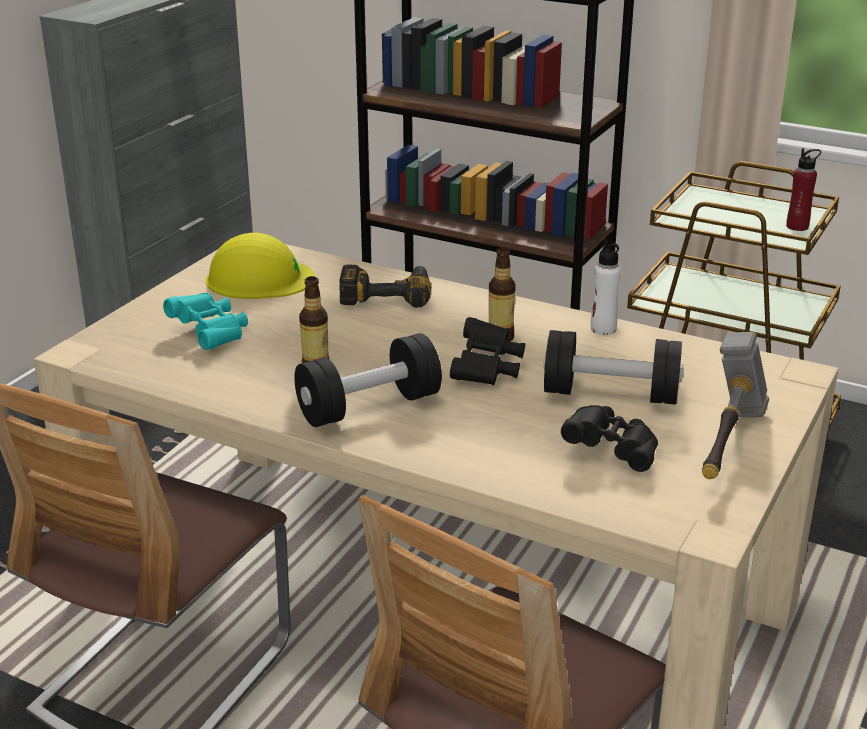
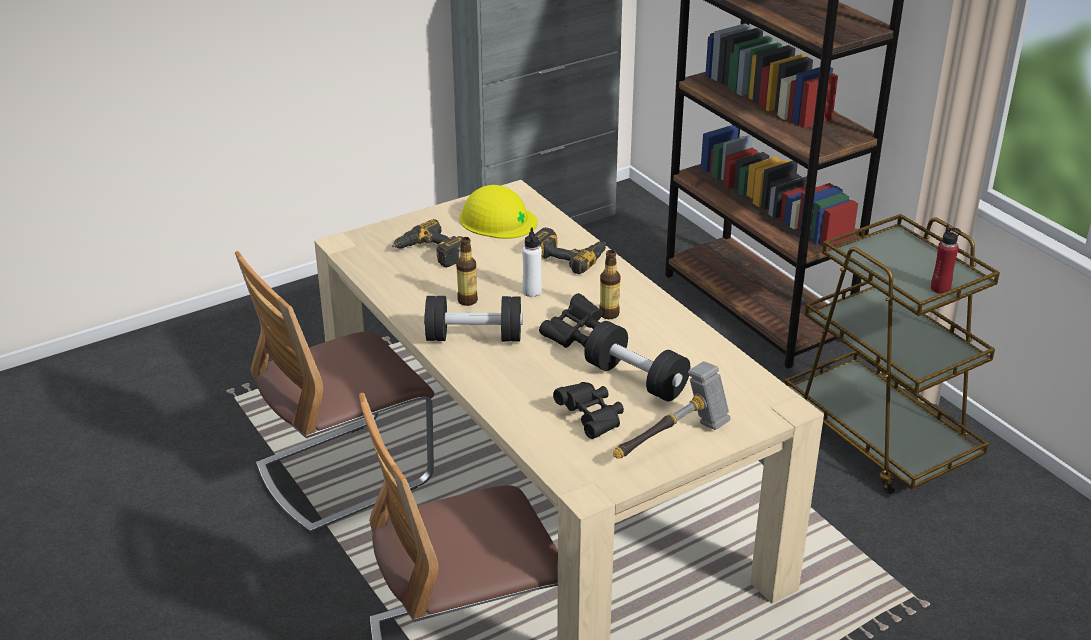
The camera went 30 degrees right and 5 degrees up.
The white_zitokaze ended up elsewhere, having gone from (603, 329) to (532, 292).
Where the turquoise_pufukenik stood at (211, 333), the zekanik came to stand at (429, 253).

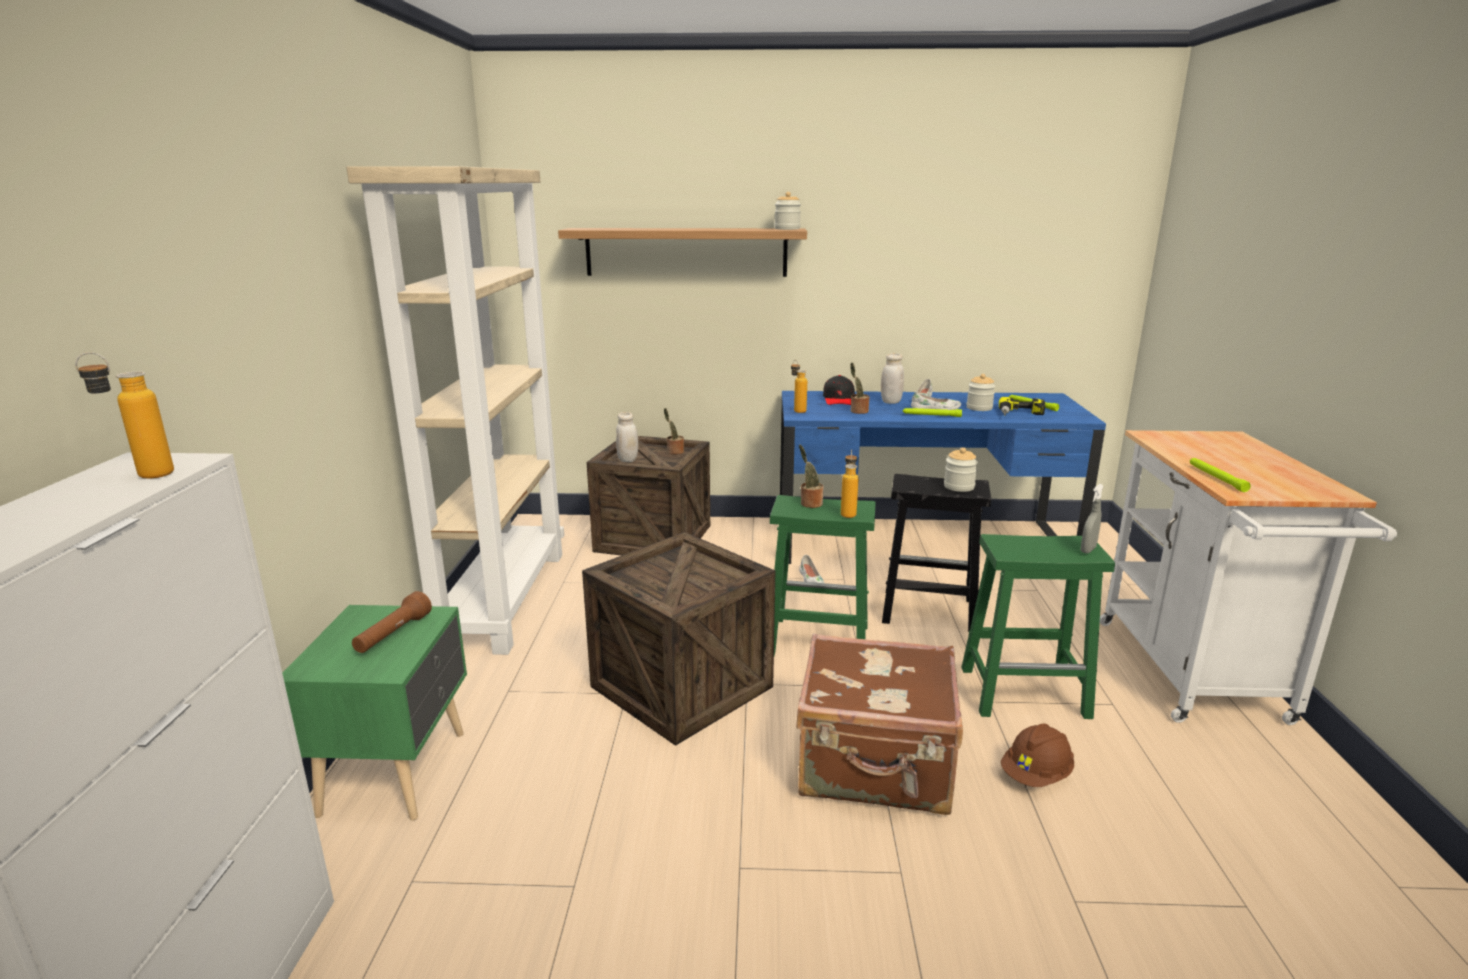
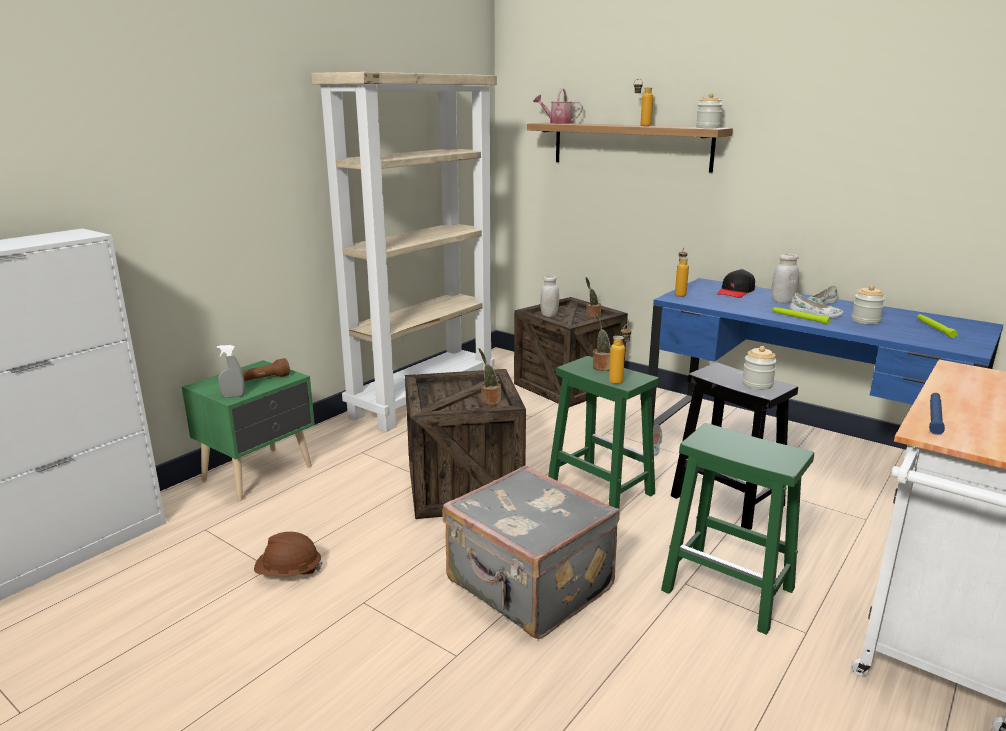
The camera went 35 degrees right and 0 degrees up.
The second view lost the zekanik at (1020, 414).
The second view gained the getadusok at (557, 123).
The zitokaze ended up elsewhere, having gone from (141, 475) to (641, 125).
The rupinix ended up elsewhere, having gone from (858, 411) to (489, 401).
The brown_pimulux ended up elsewhere, having gone from (1036, 775) to (289, 573).
The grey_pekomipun ended up elsewhere, having gone from (1088, 550) to (233, 396).
What was the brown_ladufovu at (875, 766) turned into the grey_ladufovu at (528, 587).
What was the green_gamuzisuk at (1215, 478) turned into the blue_gamuzisuk at (934, 416).

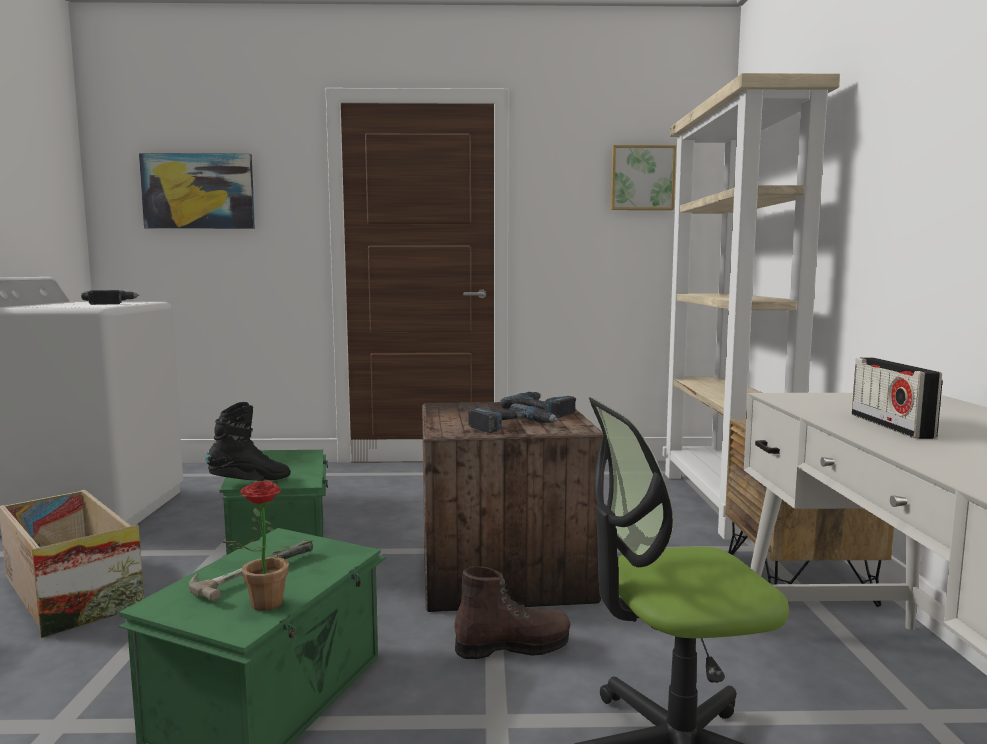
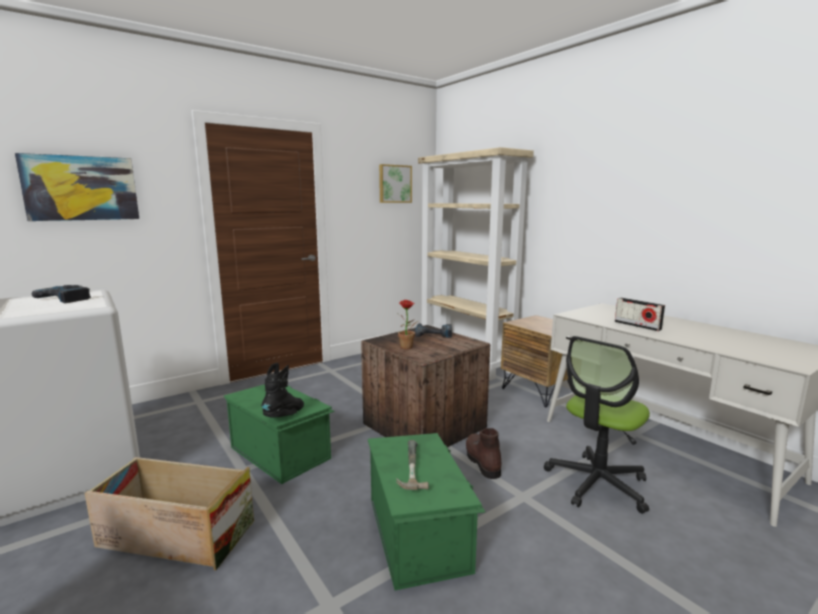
The camera went 35 degrees left and 5 degrees up.
The second view lost the zekanik at (512, 426).
The rupinix ended up elsewhere, having gone from (264, 607) to (408, 348).
The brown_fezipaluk at (513, 646) ended up facing another way, 60 degrees counterclockwise from before.

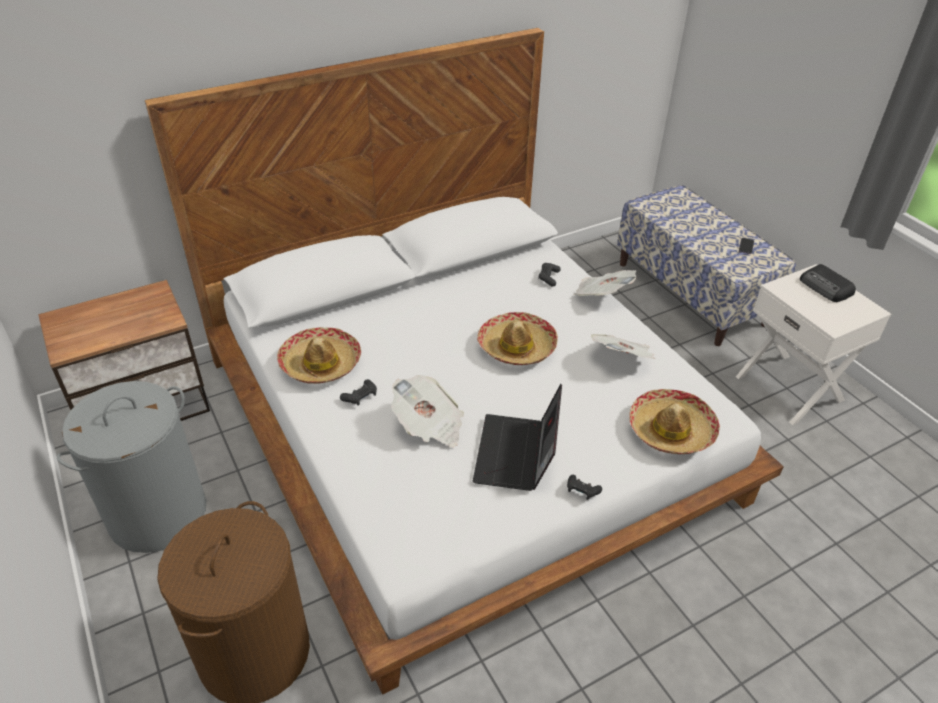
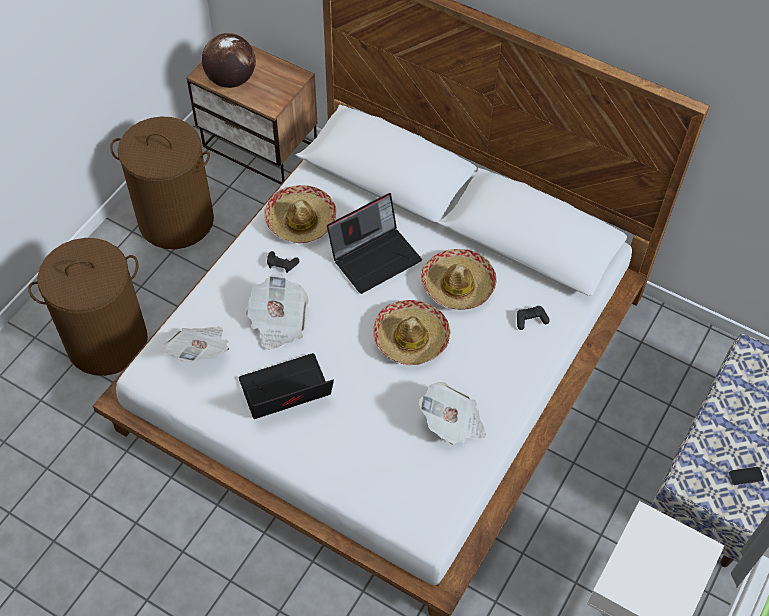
The camera went 60 degrees right and 15 degrees up.
The second view lost the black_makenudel at (581, 492).
The second view lost the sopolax at (826, 287).
The second view gained the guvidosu at (231, 80).
The second view gained the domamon at (375, 256).
The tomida ended up elsewhere, having gone from (602, 295) to (201, 352).
The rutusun ended up elsewhere, having gone from (671, 430) to (458, 285).
What was the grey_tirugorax at (158, 514) turned into the brown_tirugorax at (176, 220).

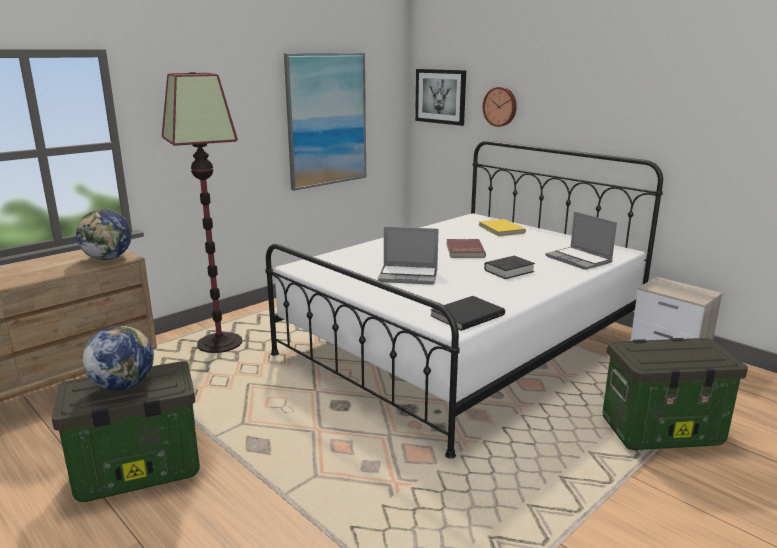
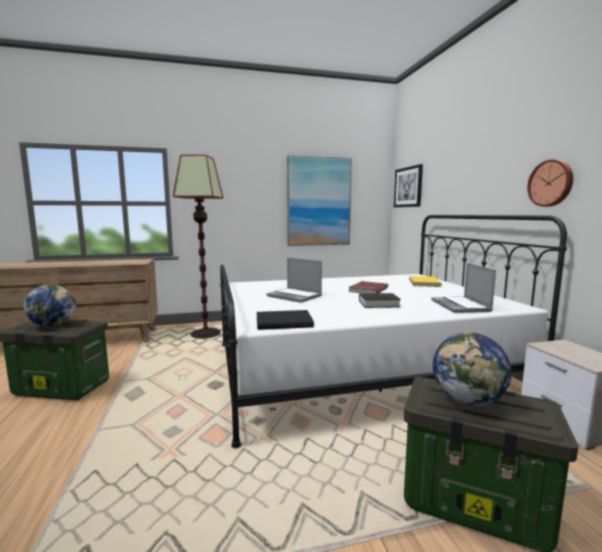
The camera went 30 degrees right and 10 degrees down.
The guvidosu ended up elsewhere, having gone from (108, 258) to (468, 401).
The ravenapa ended up elsewhere, having gone from (500, 106) to (551, 183).

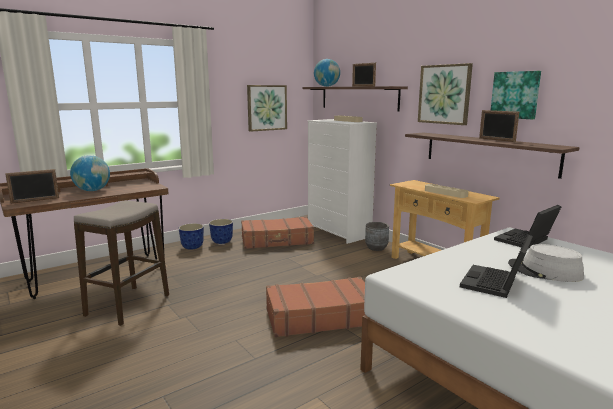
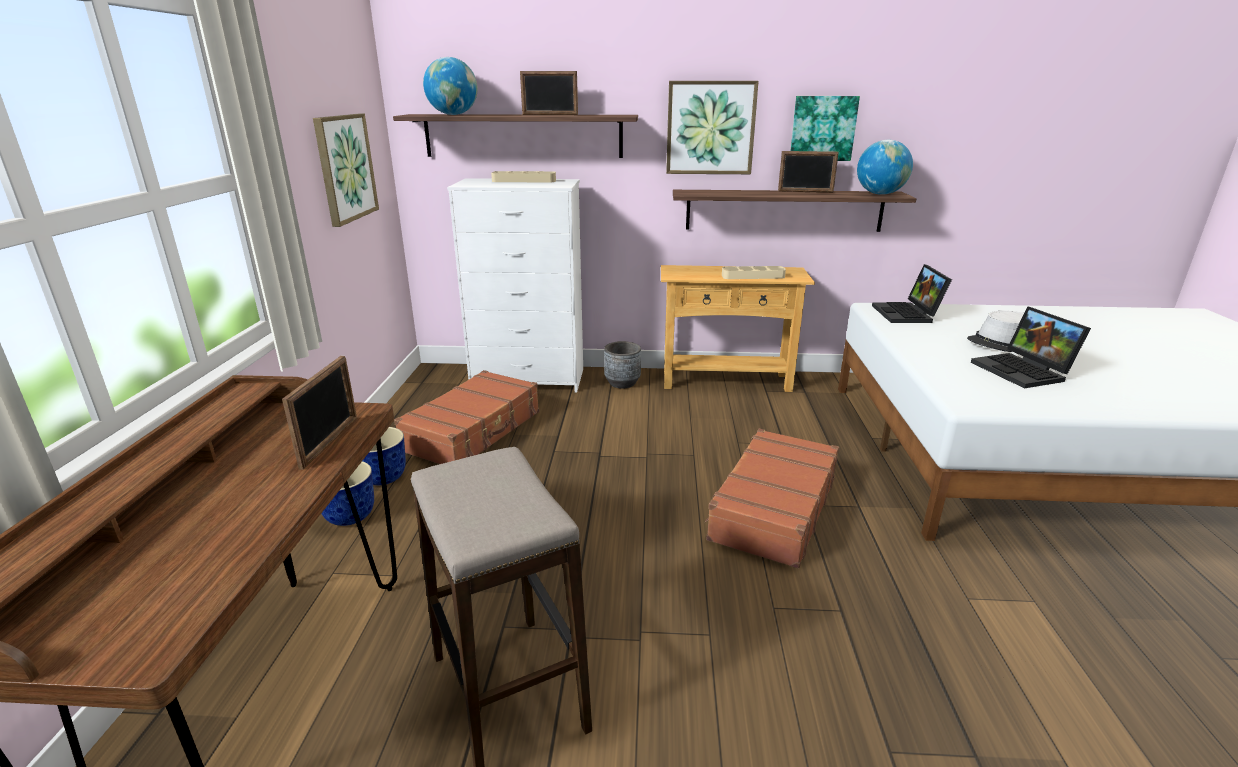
The camera went 50 degrees left and 10 degrees up.
The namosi ended up elsewhere, having gone from (35, 200) to (330, 442).
The guvidosu ended up elsewhere, having gone from (92, 190) to (880, 194).

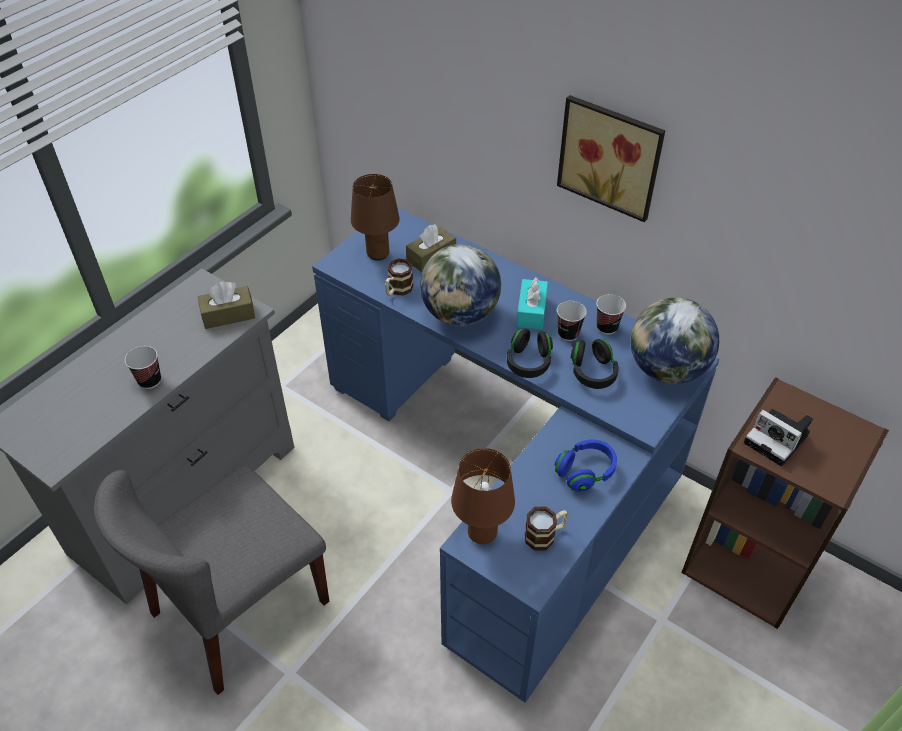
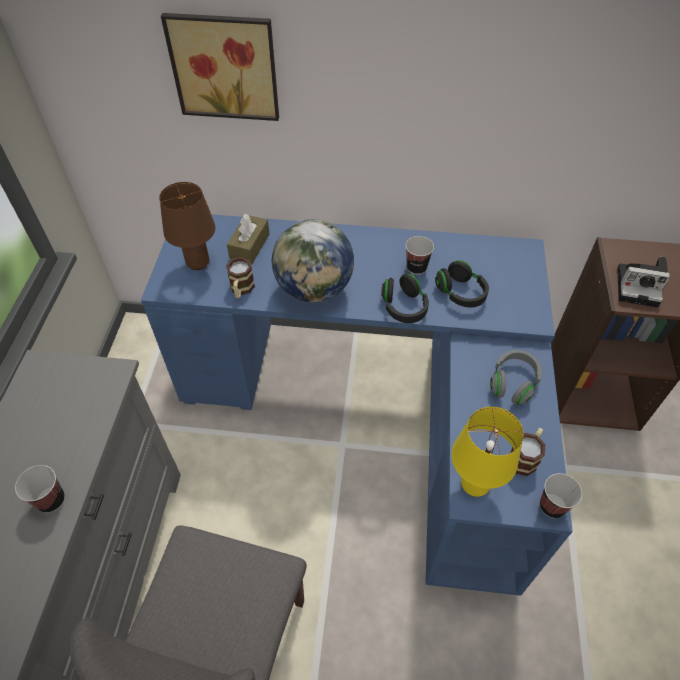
The camera went 30 degrees left and 5 degrees up.
The second view lost the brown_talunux at (228, 315).
The second view lost the turquoise_talunux at (531, 311).
The second view lost the guvidosu at (666, 370).
The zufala ended up elsewhere, having gone from (611, 156) to (225, 65).
The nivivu ended up elsewhere, having gone from (607, 327) to (552, 506).
What was the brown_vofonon at (481, 534) turned into the yellow_vofonon at (474, 485).
What was the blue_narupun at (585, 472) turned into the grey_narupun at (513, 383).

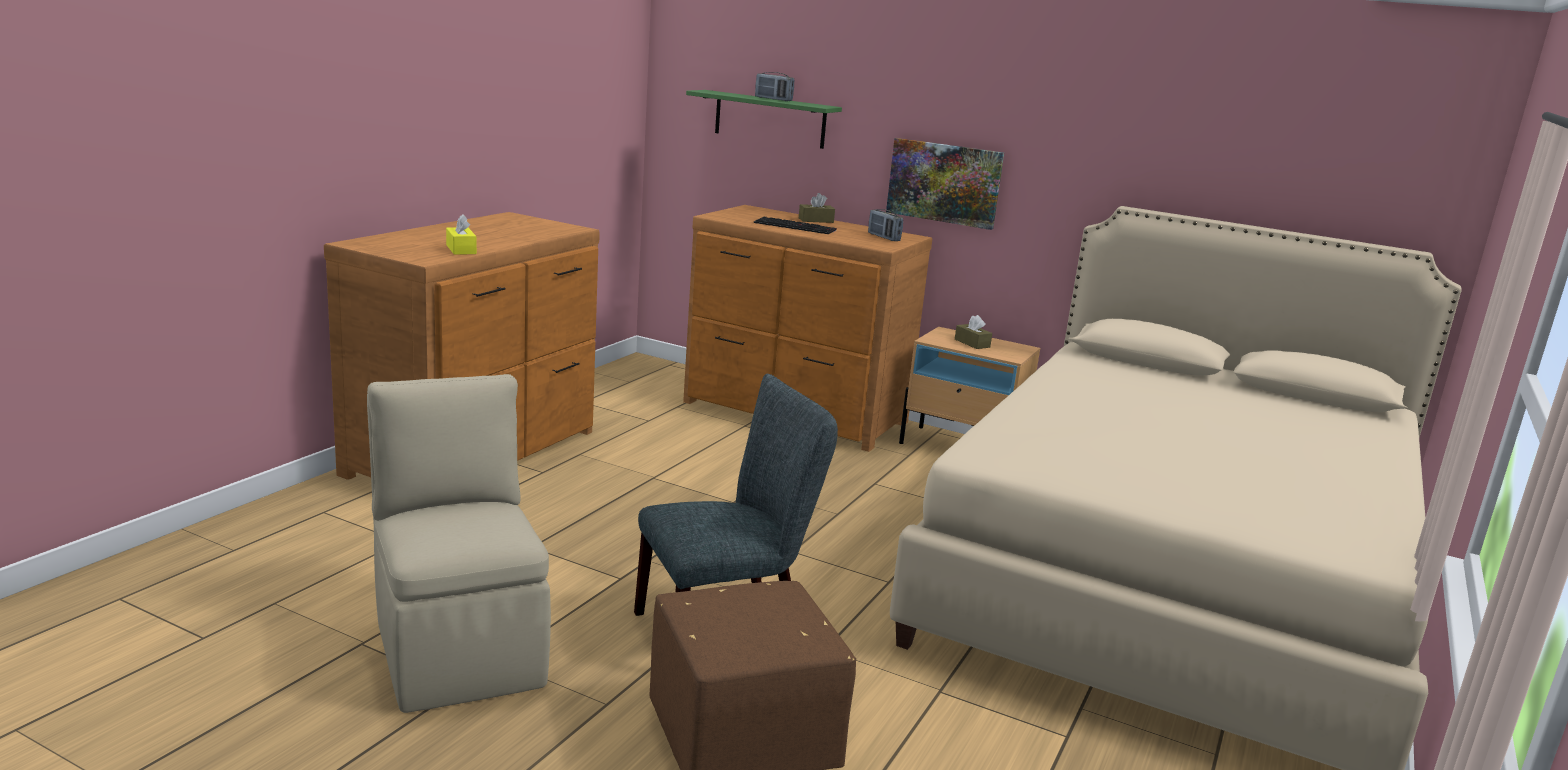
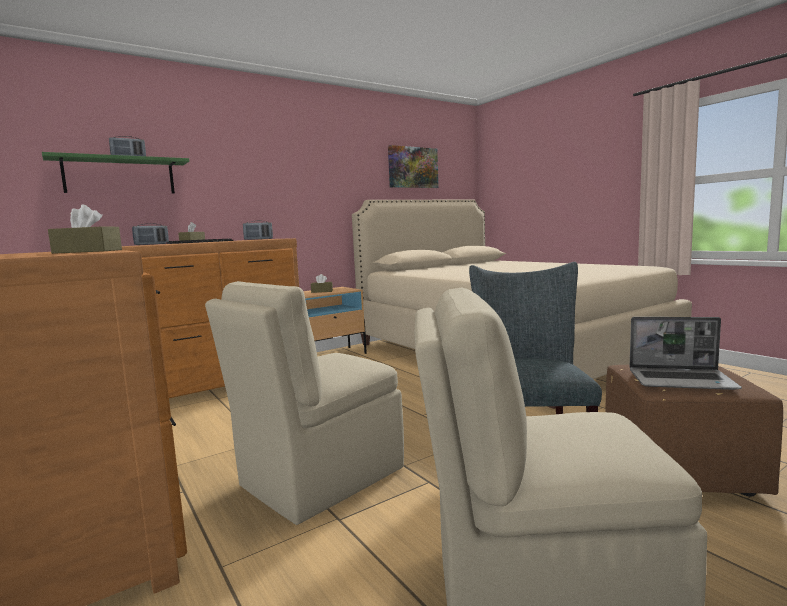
The camera went 60 degrees left and 10 degrees down.
The second view gained the sopolax at (151, 244).
The second view gained the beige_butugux at (318, 478).
The second view gained the domamon at (682, 380).
The zufala ended up elsewhere, having gone from (944, 182) to (413, 167).
What was the yellow_talunux at (461, 249) turned into the brown_talunux at (87, 251).

